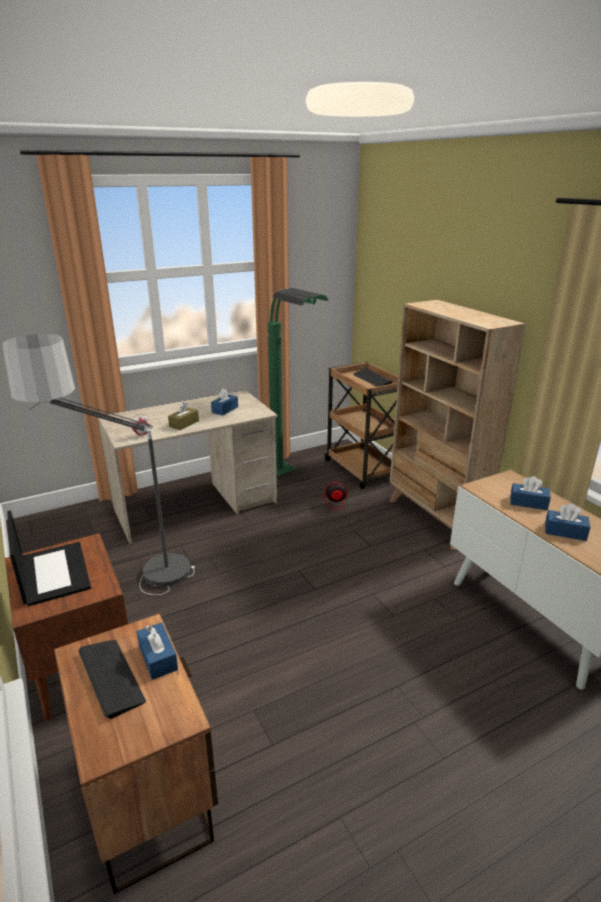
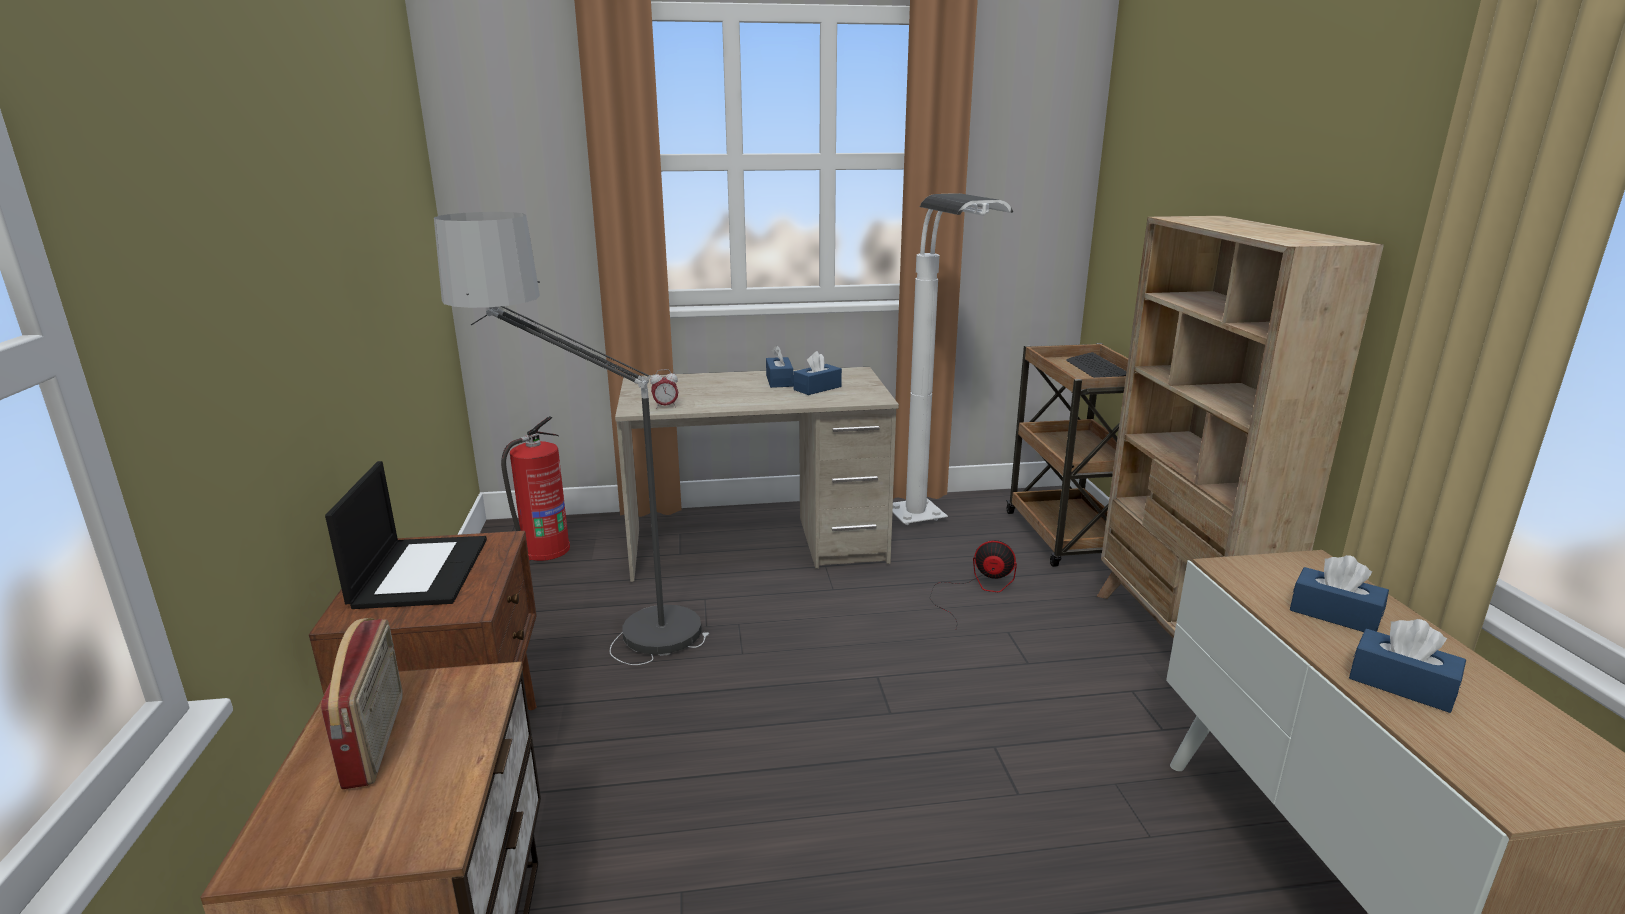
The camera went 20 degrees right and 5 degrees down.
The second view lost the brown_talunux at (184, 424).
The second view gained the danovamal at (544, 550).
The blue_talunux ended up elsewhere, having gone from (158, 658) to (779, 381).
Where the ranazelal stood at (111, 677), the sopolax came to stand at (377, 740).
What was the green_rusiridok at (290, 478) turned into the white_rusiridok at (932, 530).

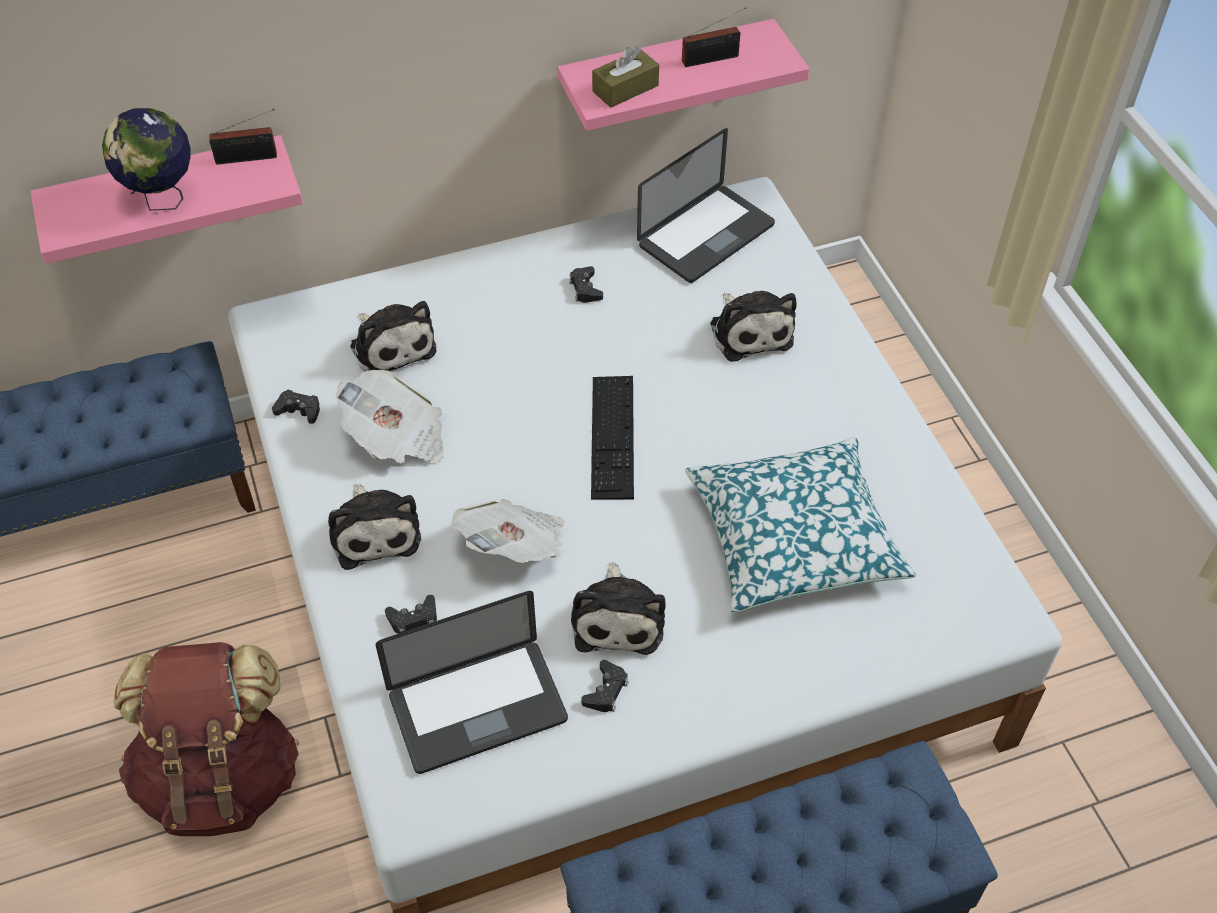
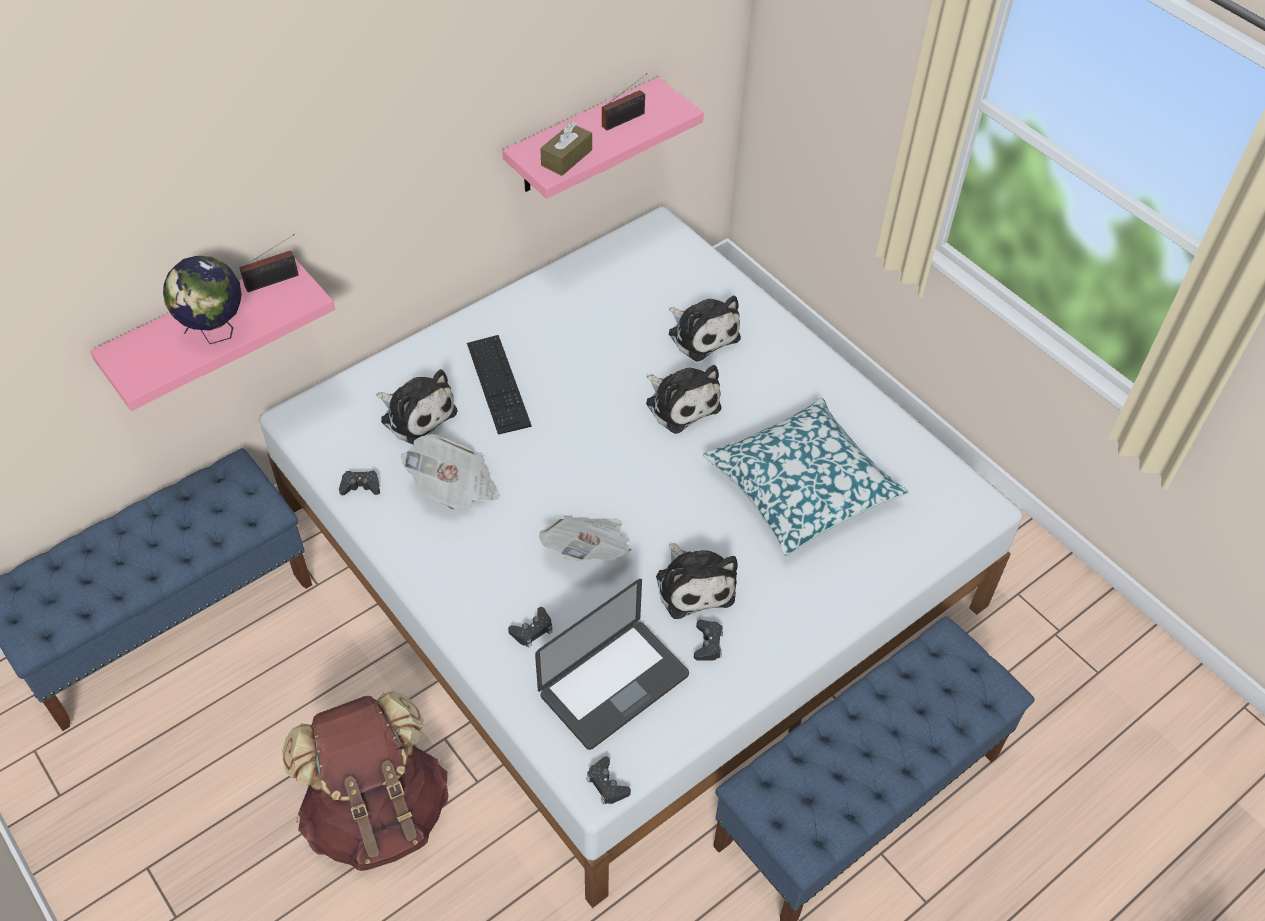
The camera went 20 degrees left and 0 degrees up.
The second view lost the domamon at (706, 235).
The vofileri ended up elsewhere, having gone from (374, 531) to (681, 403).
The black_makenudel ended up elsewhere, having gone from (585, 289) to (607, 784).
The ranazelal ended up elsewhere, having gone from (612, 436) to (498, 384).

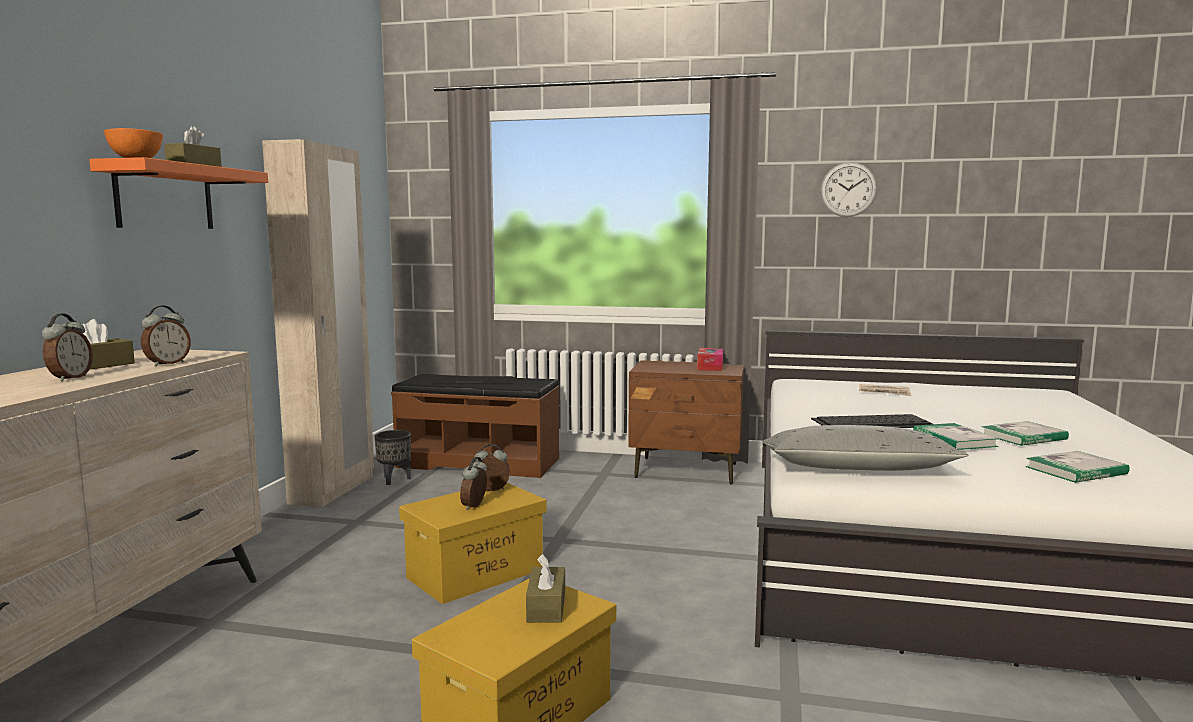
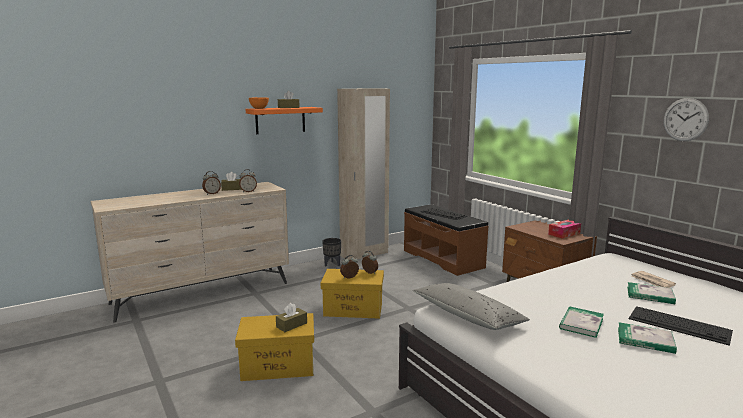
The camera went 45 degrees right and 5 degrees up.
The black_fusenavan ended up elsewhere, having gone from (394, 480) to (332, 264).
The ranazelal ended up elsewhere, having gone from (873, 422) to (680, 325).
The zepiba ended up elsewhere, having gone from (1076, 470) to (650, 295).

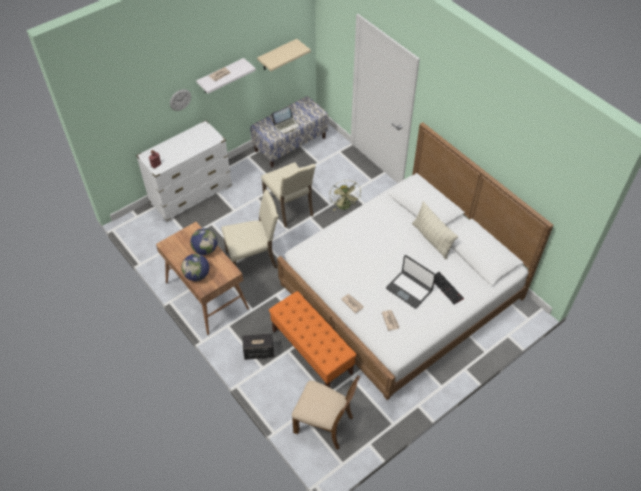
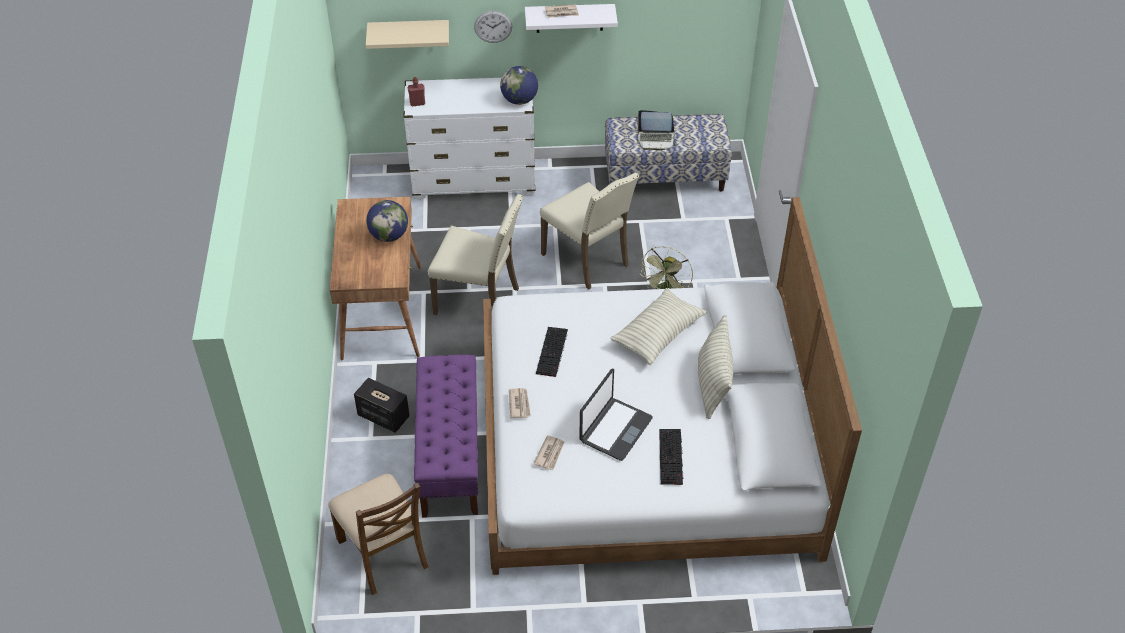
The camera went 35 degrees right and 5 degrees down.
The second view gained the ranazelal at (552, 352).
The second view gained the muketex at (658, 334).
The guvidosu ended up elsewhere, having gone from (197, 275) to (519, 100).
The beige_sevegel ended up elsewhere, having gone from (277, 55) to (409, 33).
What was the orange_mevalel at (312, 352) turned into the purple_mevalel at (450, 455).
The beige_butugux at (290, 208) ended up facing another way, 45 degrees counterclockwise from before.
The domamon at (409, 289) ended up facing another way, 135 degrees counterclockwise from before.

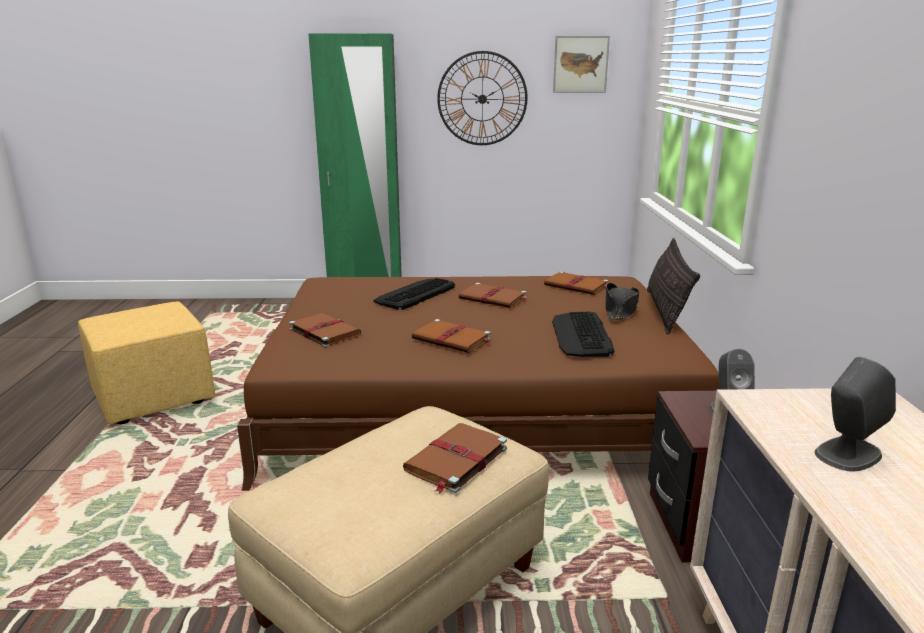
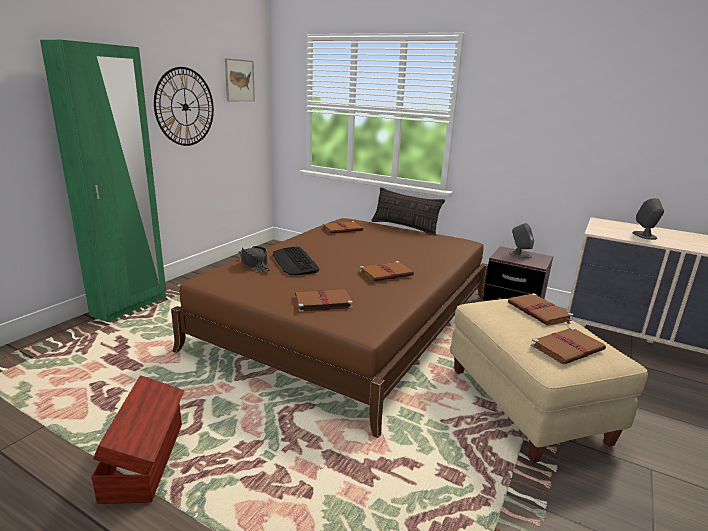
The camera went 60 degrees left and 0 degrees up.
The second view lost the ranazelal at (581, 335).
The brown_zepiba ended up elsewhere, having gone from (493, 298) to (568, 348).
The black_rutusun ended up elsewhere, having gone from (620, 310) to (254, 264).
Where the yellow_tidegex stood at (154, 398), the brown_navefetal came to stand at (146, 460).

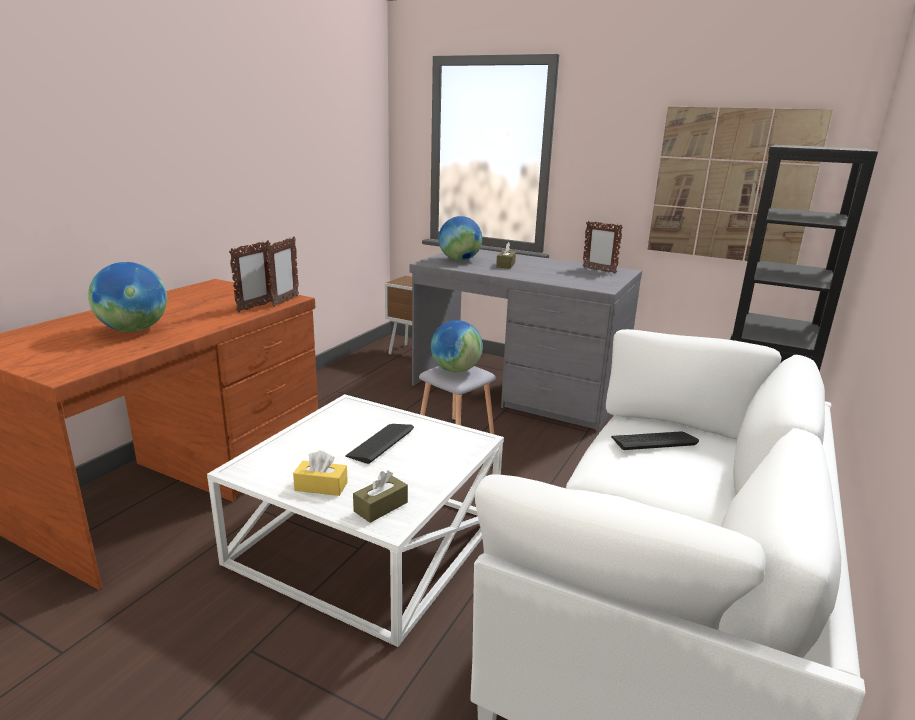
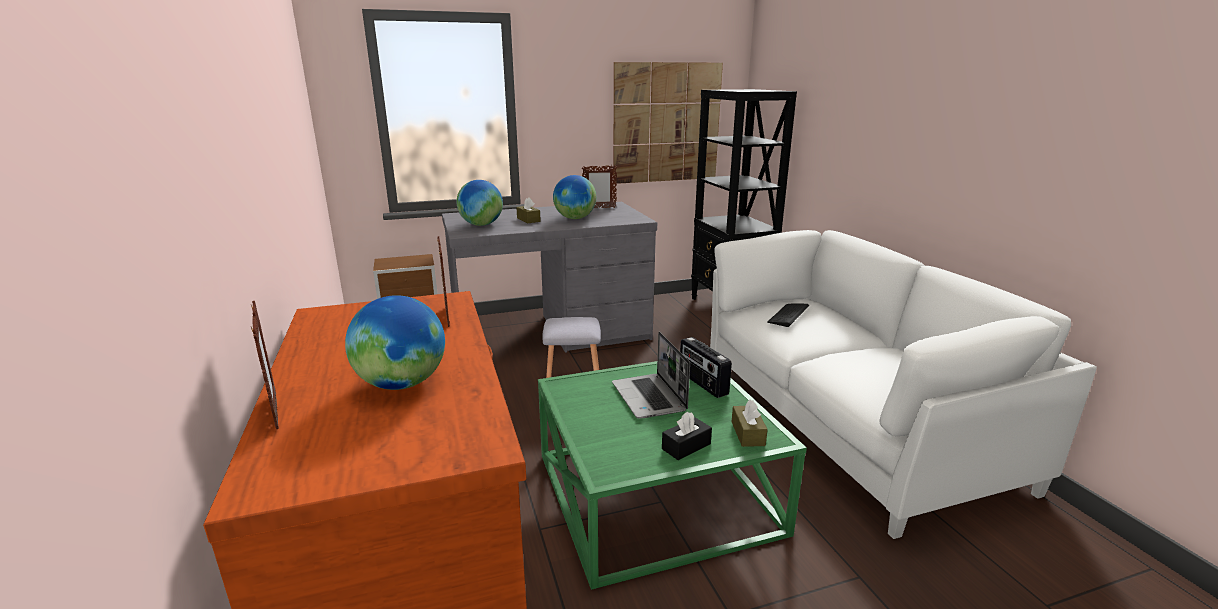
The camera went 45 degrees left and 0 degrees up.
The second view gained the sopolax at (702, 383).
The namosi ended up elsewhere, having gone from (285, 301) to (275, 411).
The guvidosu ended up elsewhere, having gone from (455, 370) to (574, 218).
Where the ranazelal stood at (380, 443), the domamon came to stand at (650, 398).
What was the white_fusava at (368, 540) turned into the green_fusava at (657, 492).
What was the yellow_talunux at (321, 486) turned into the black_talunux at (686, 446).

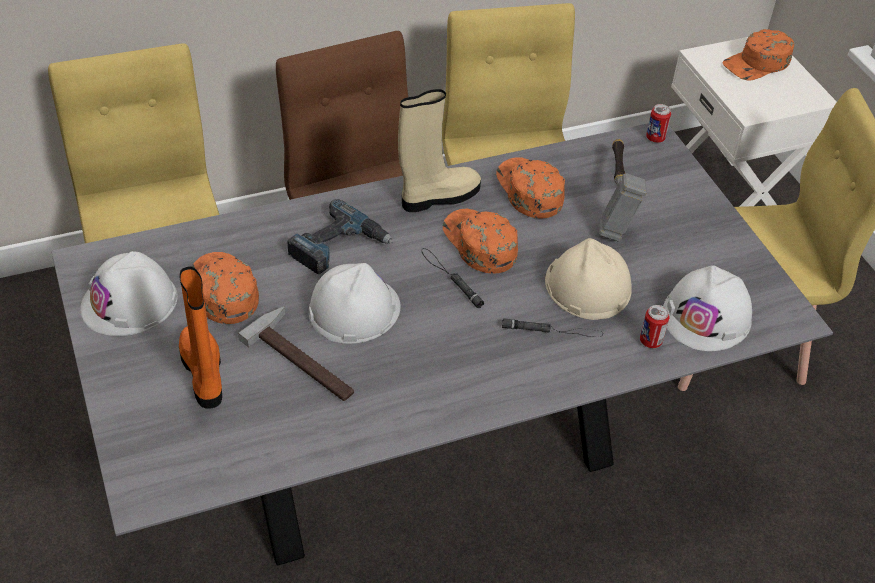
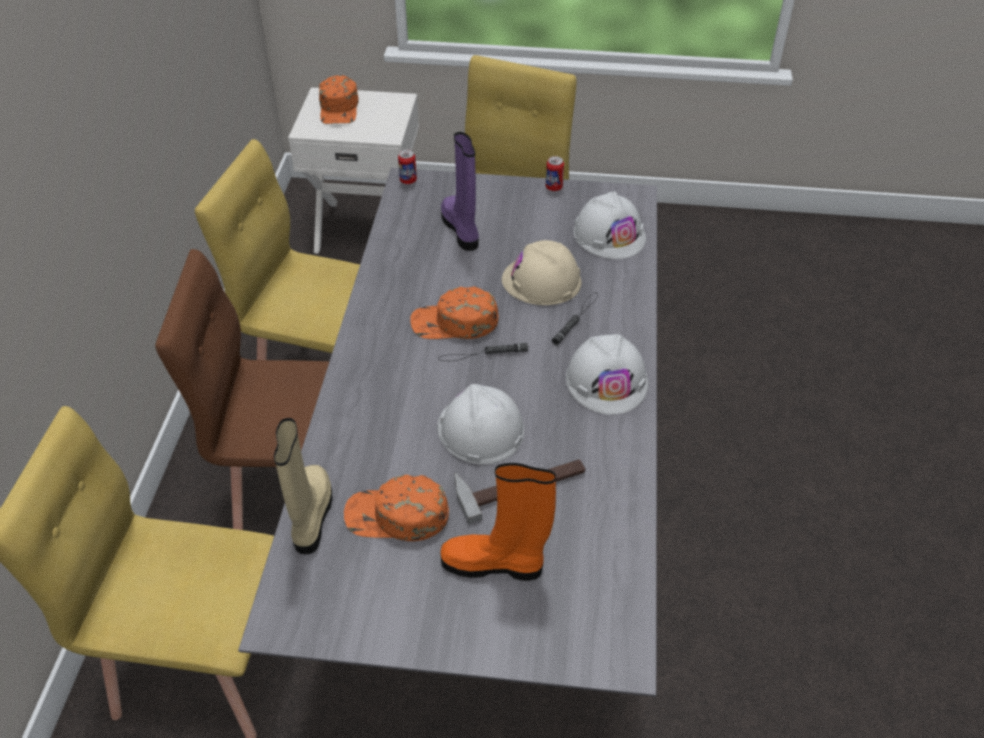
The camera went 60 degrees left and 0 degrees up.
The second view lost the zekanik at (339, 247).
The second view lost the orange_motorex at (528, 190).
The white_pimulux ended up elsewhere, having gone from (130, 303) to (607, 381).
The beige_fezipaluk ended up elsewhere, having gone from (438, 197) to (311, 516).
The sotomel ended up elsewhere, having gone from (650, 341) to (554, 187).
Where the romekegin stood at (615, 201), the purple_fezipaluk came to stand at (461, 229).

